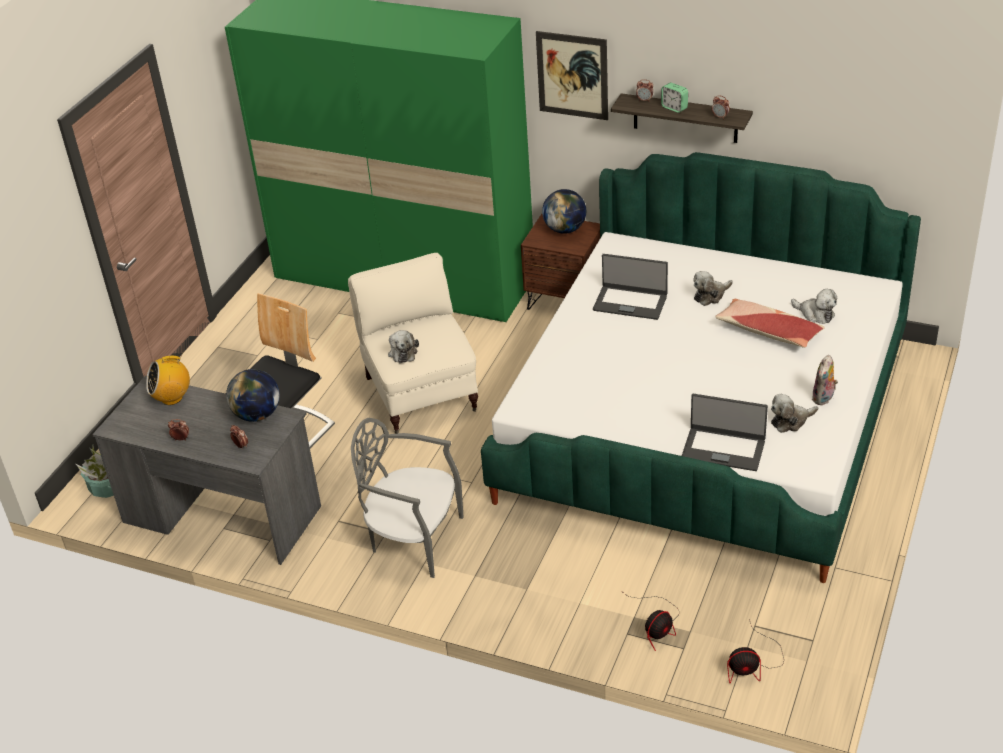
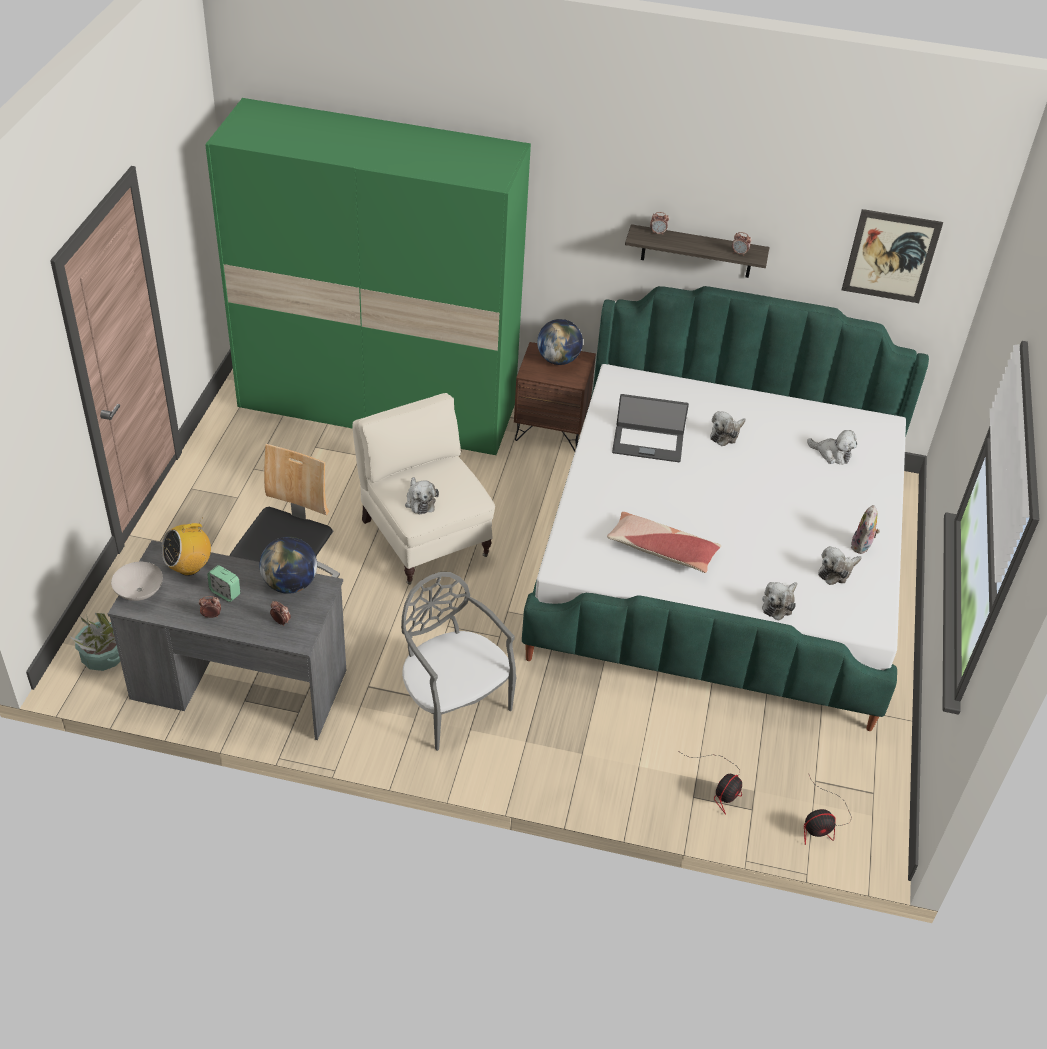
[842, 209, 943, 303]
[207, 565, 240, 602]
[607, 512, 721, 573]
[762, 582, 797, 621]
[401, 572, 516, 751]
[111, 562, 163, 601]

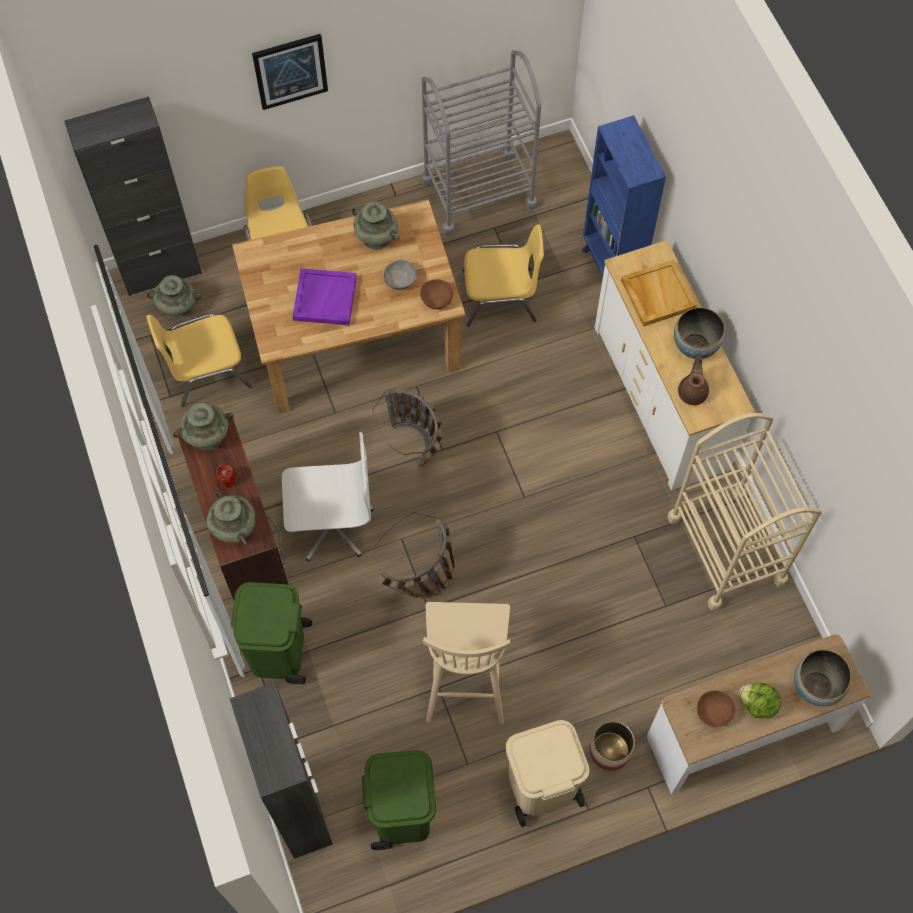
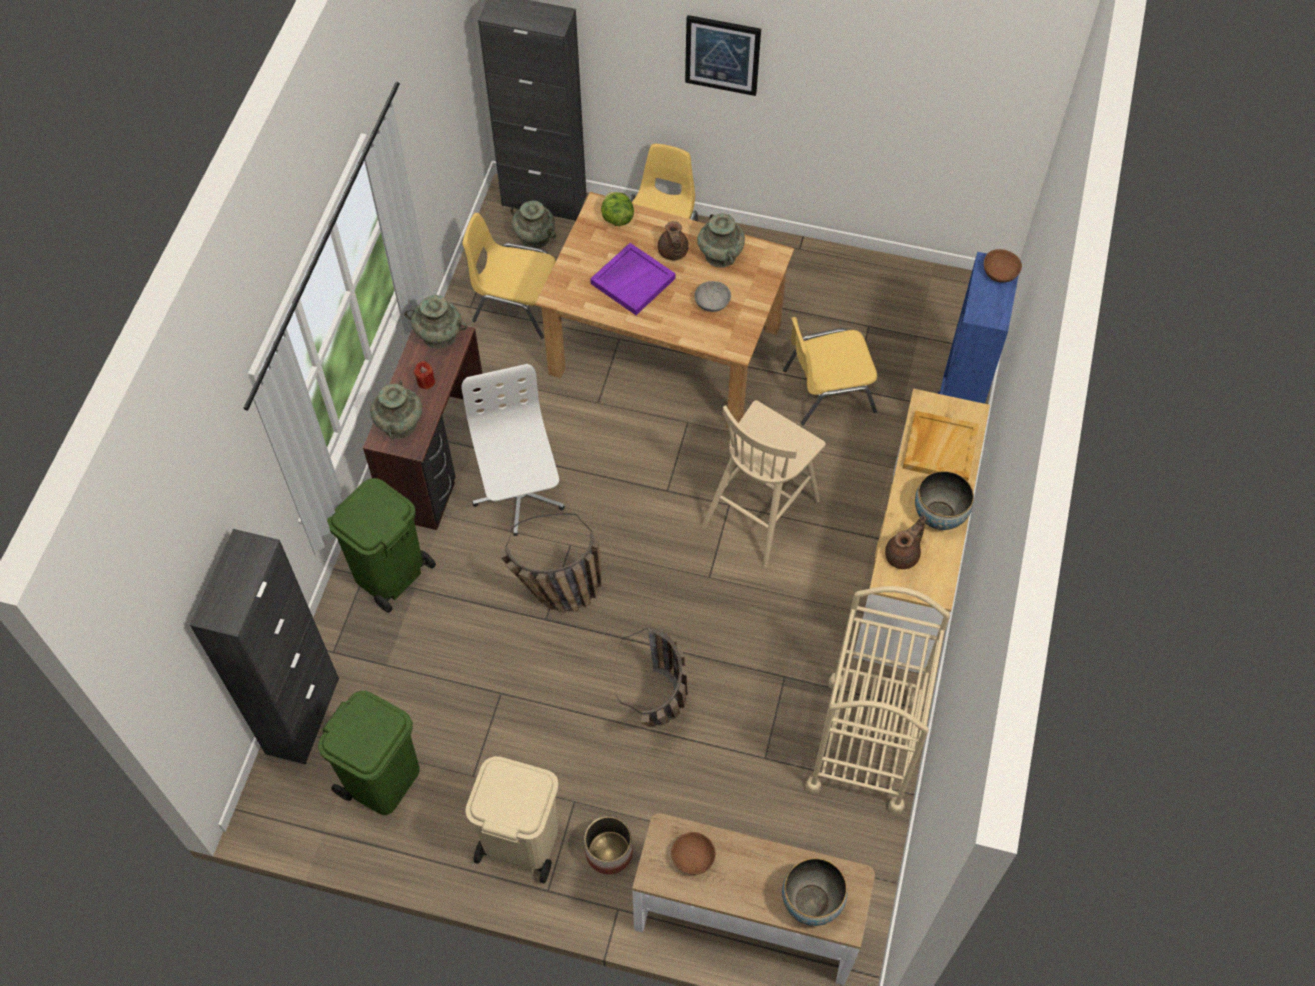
[421, 50, 541, 236] (first image)
[783, 317, 877, 425]
[984, 249, 1022, 283]
[614, 627, 688, 727]
[461, 364, 565, 536]
[702, 400, 826, 568]
[601, 192, 634, 226]
[658, 221, 689, 260]

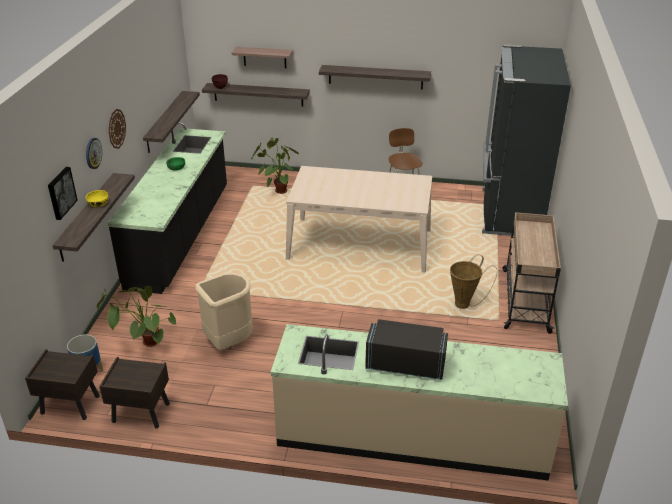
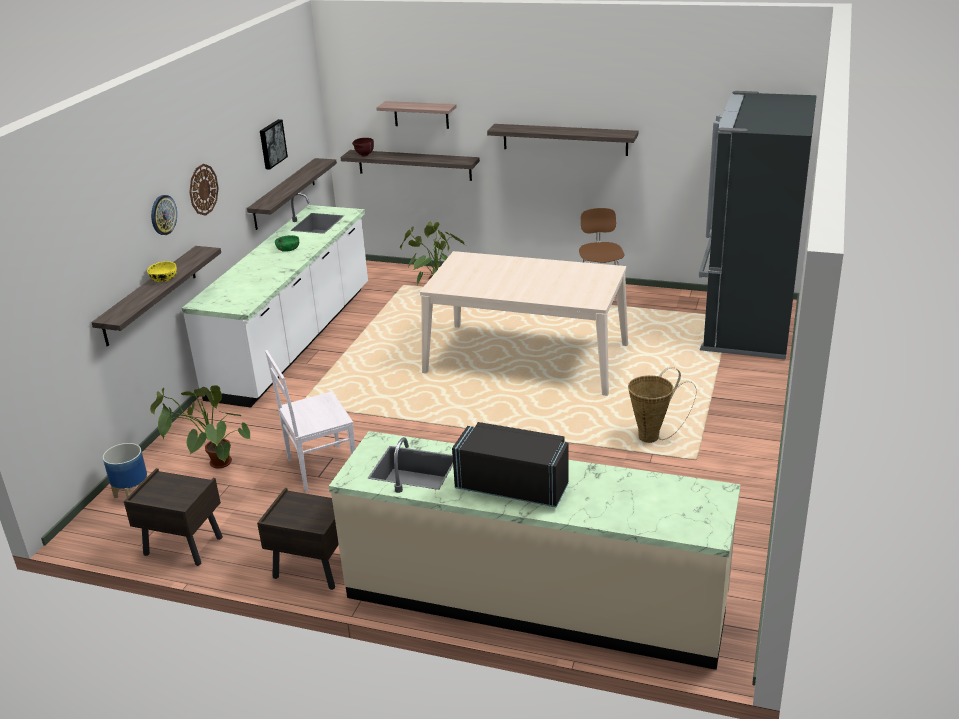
[182, 193, 368, 408]
[260, 119, 288, 169]
[503, 212, 561, 334] (first image)
[265, 350, 355, 492]
[257, 488, 339, 590]

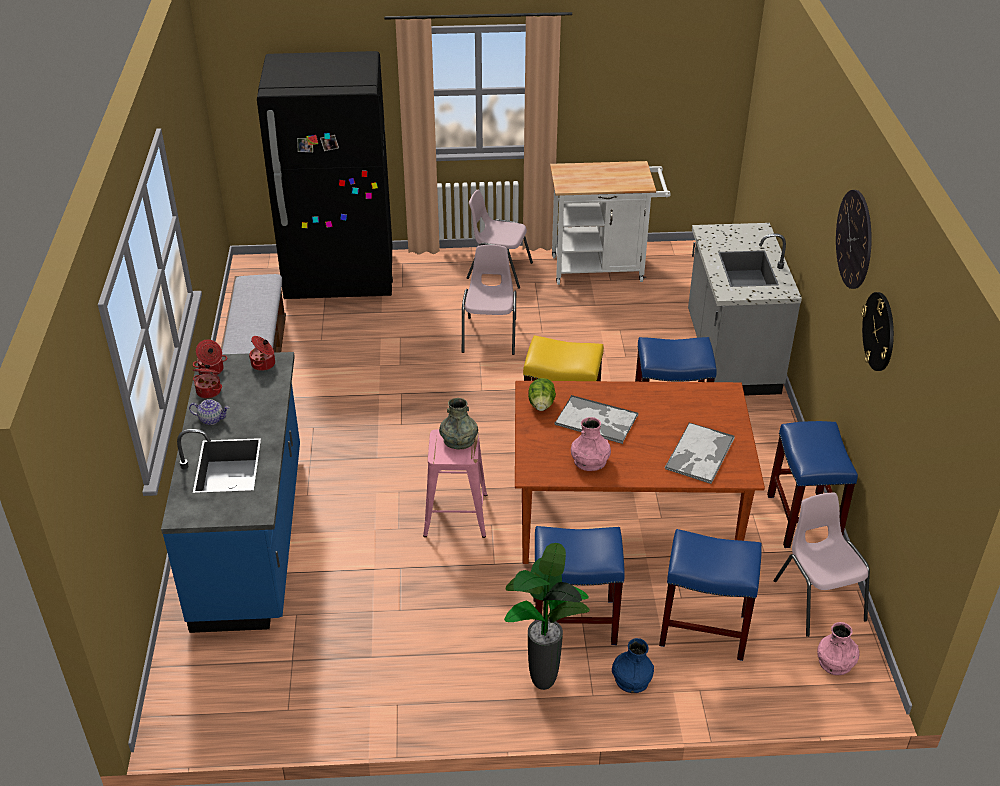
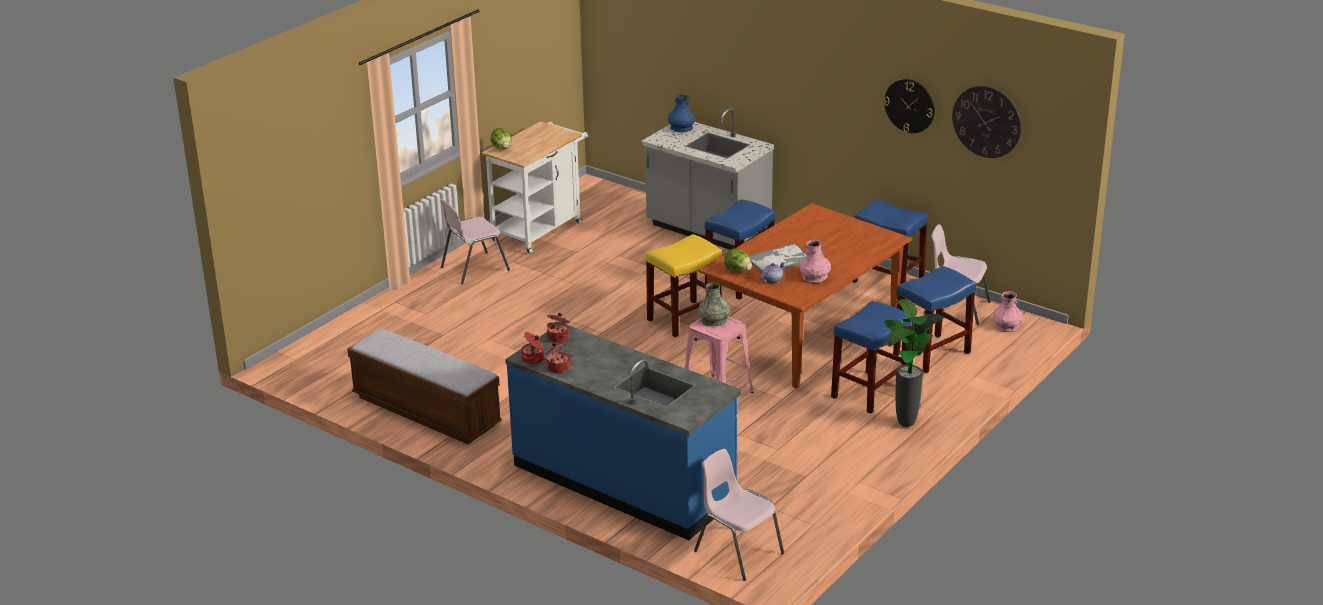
[257, 51, 393, 299] (first image)
[952, 86, 1021, 158]
[694, 449, 784, 581]
[761, 262, 785, 284]
[665, 422, 735, 484] (first image)
[668, 95, 695, 132]
[490, 128, 512, 150]

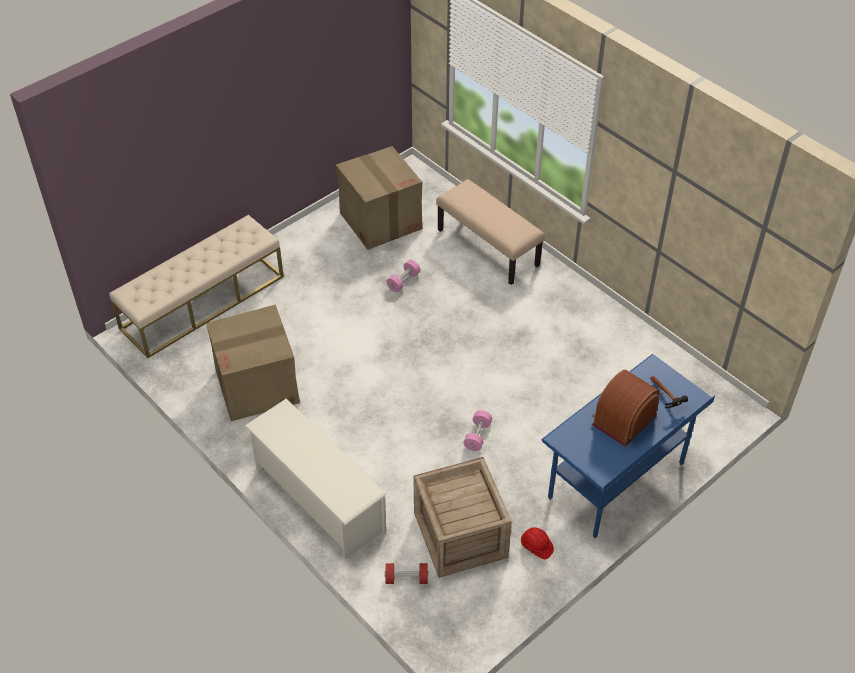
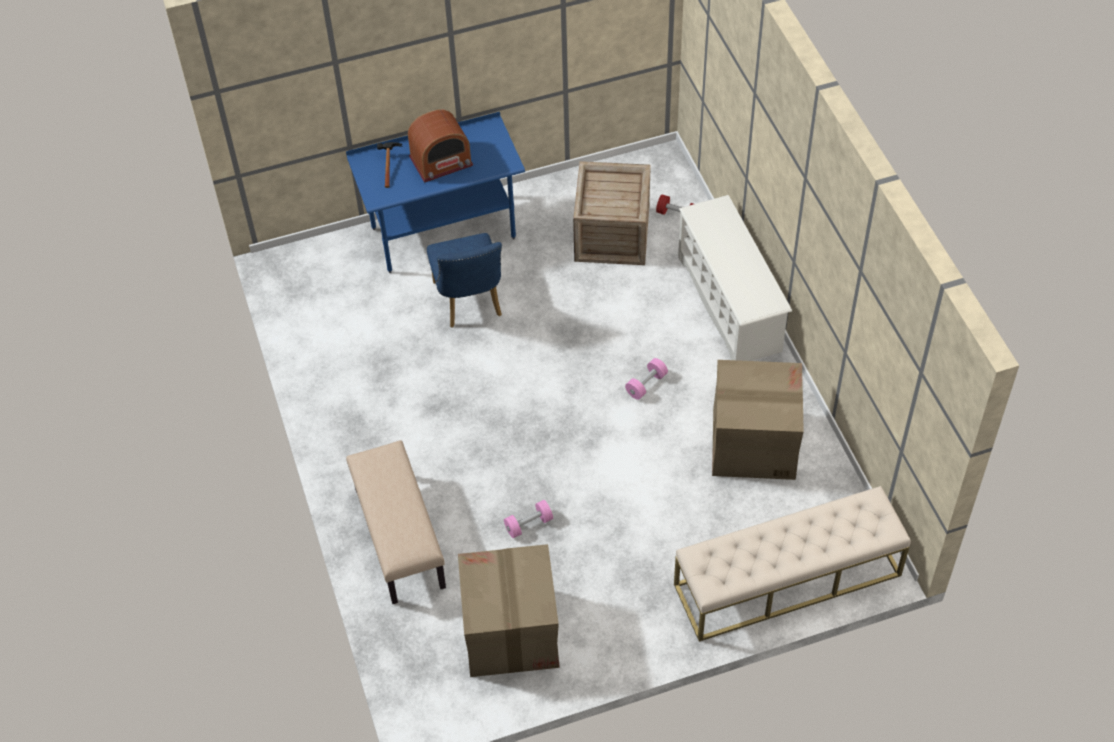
[625, 358, 668, 400]
[521, 527, 554, 559] (first image)
[427, 233, 502, 327]

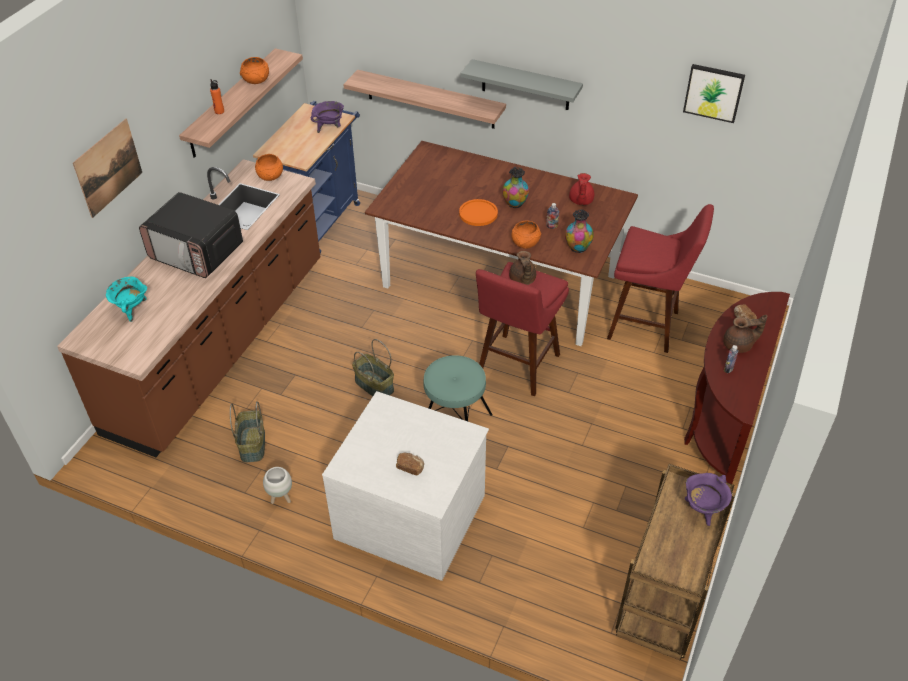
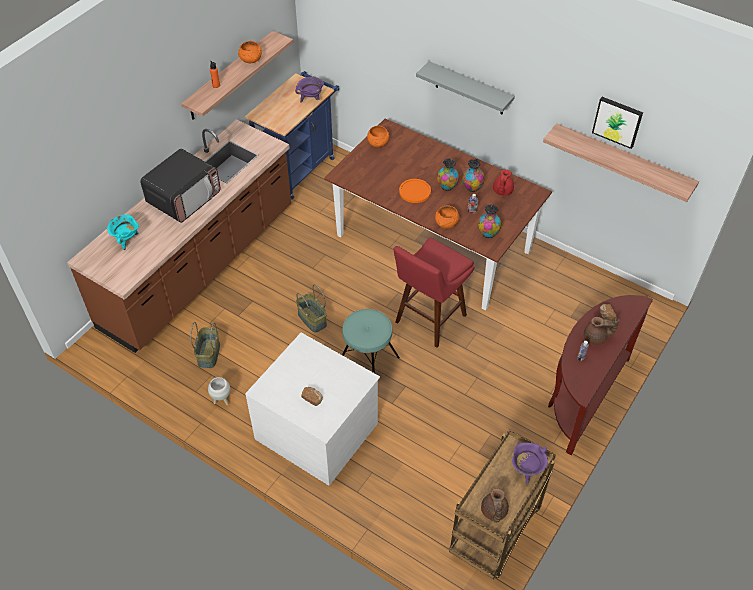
[543, 123, 699, 202]
[73, 119, 142, 218] (first image)
[367, 126, 389, 147]
[140, 149, 221, 223]
[607, 204, 714, 353] (first image)
[481, 488, 509, 523]
[462, 159, 485, 192]

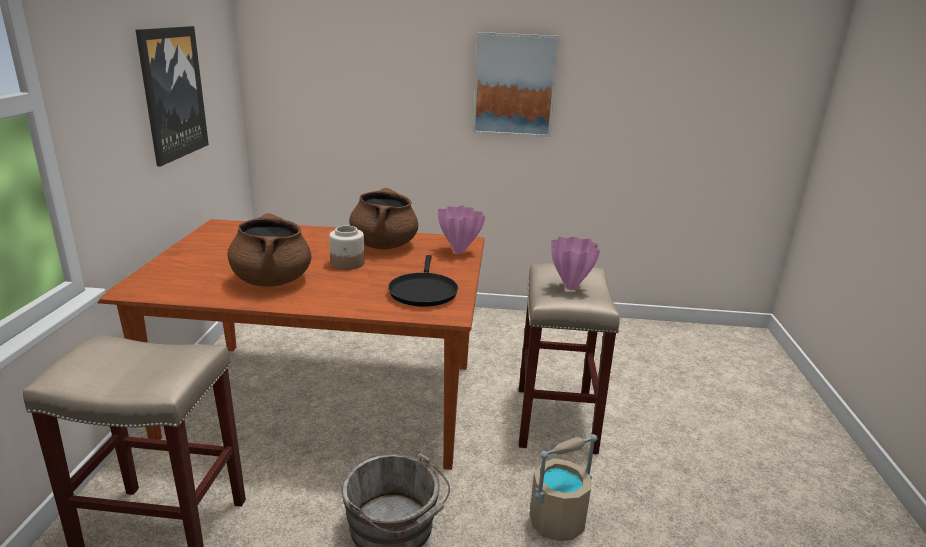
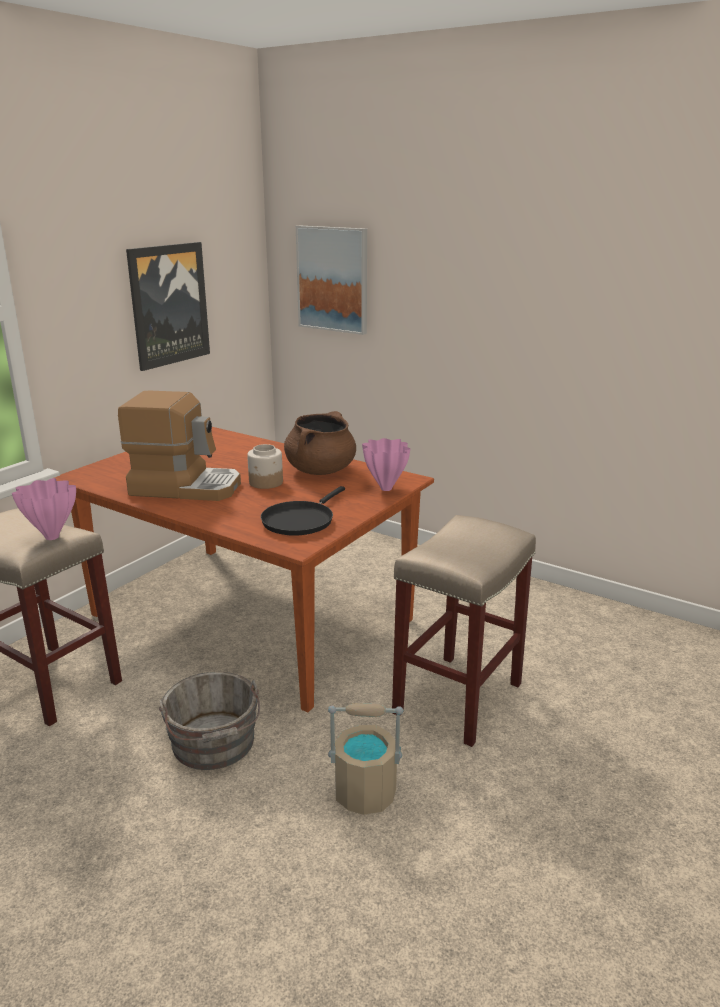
[296, 226, 367, 335]
[118, 391, 241, 501]
[12, 478, 76, 540]

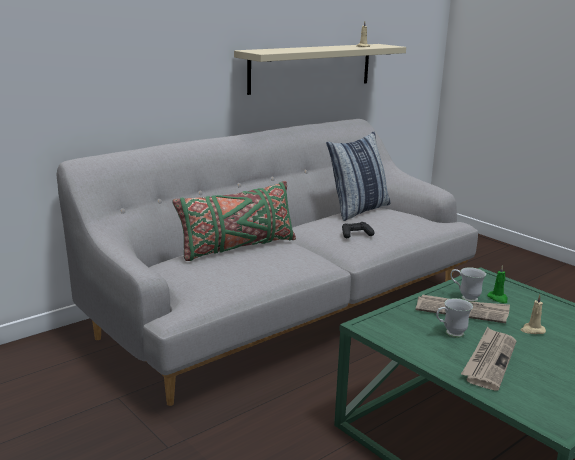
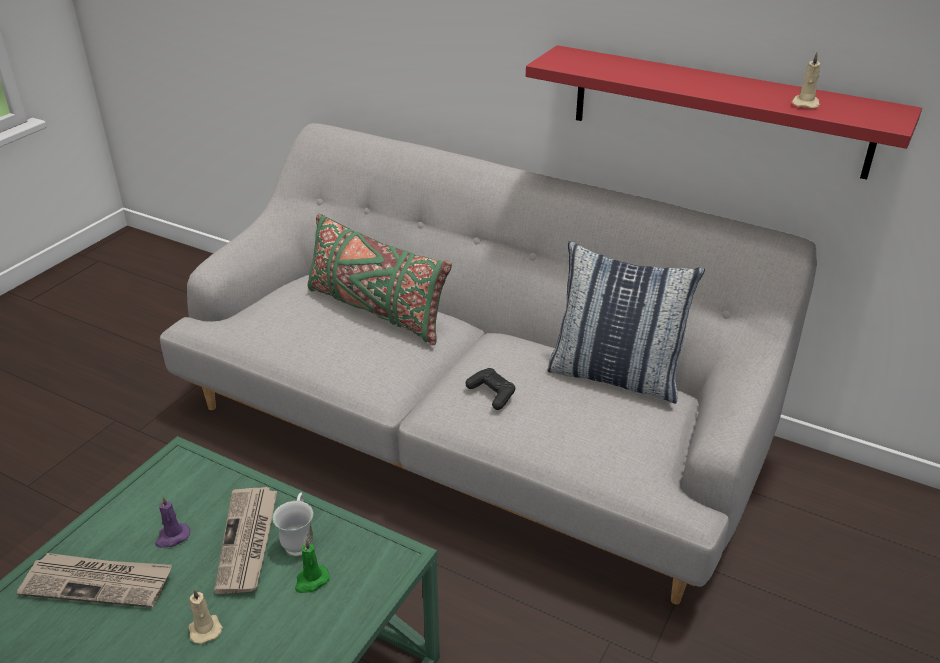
[526, 45, 922, 180]
[155, 496, 190, 548]

